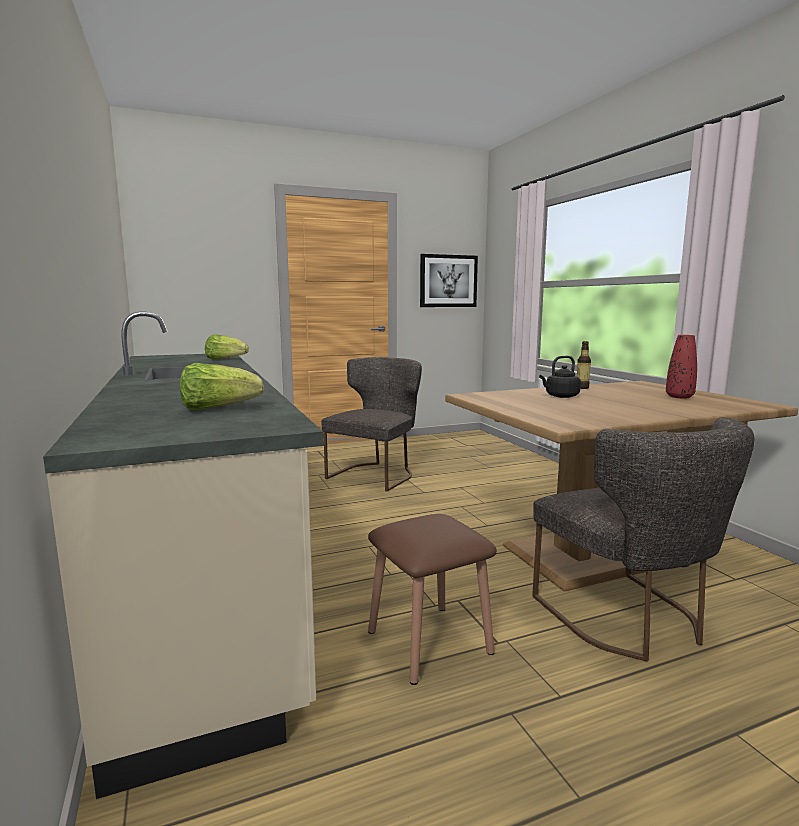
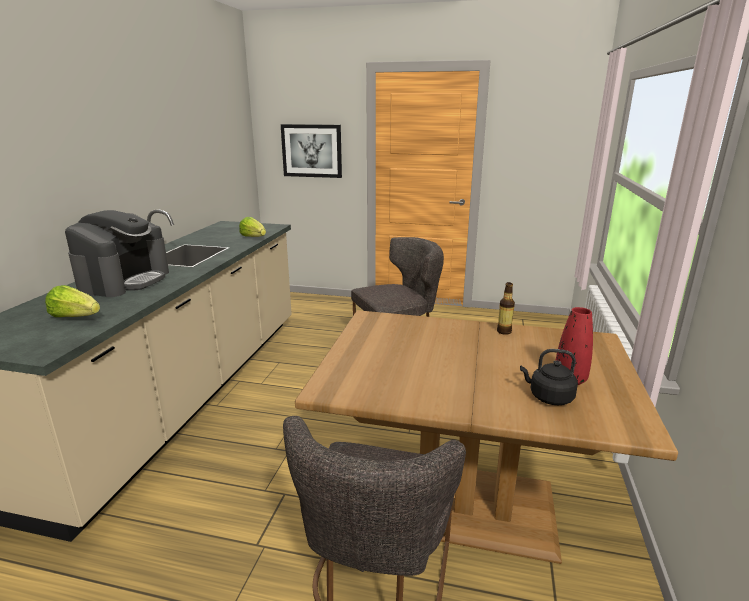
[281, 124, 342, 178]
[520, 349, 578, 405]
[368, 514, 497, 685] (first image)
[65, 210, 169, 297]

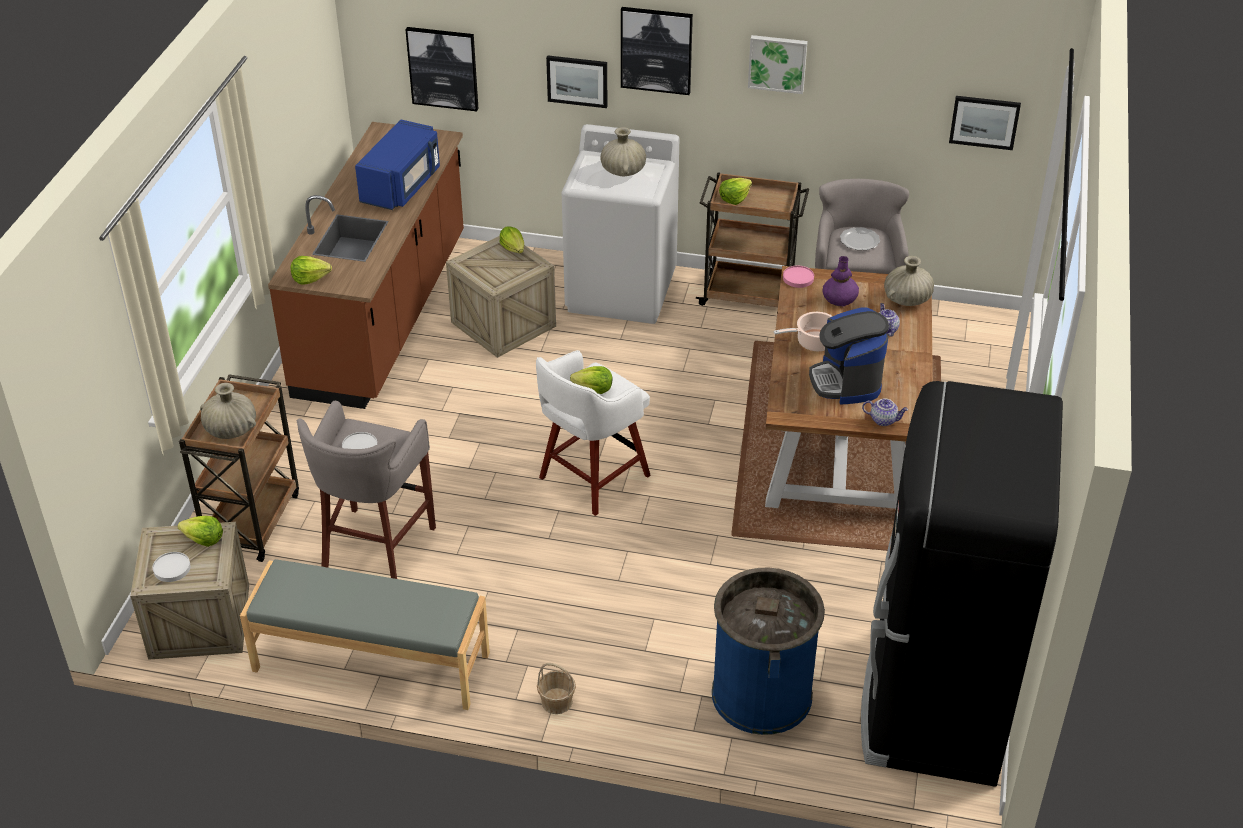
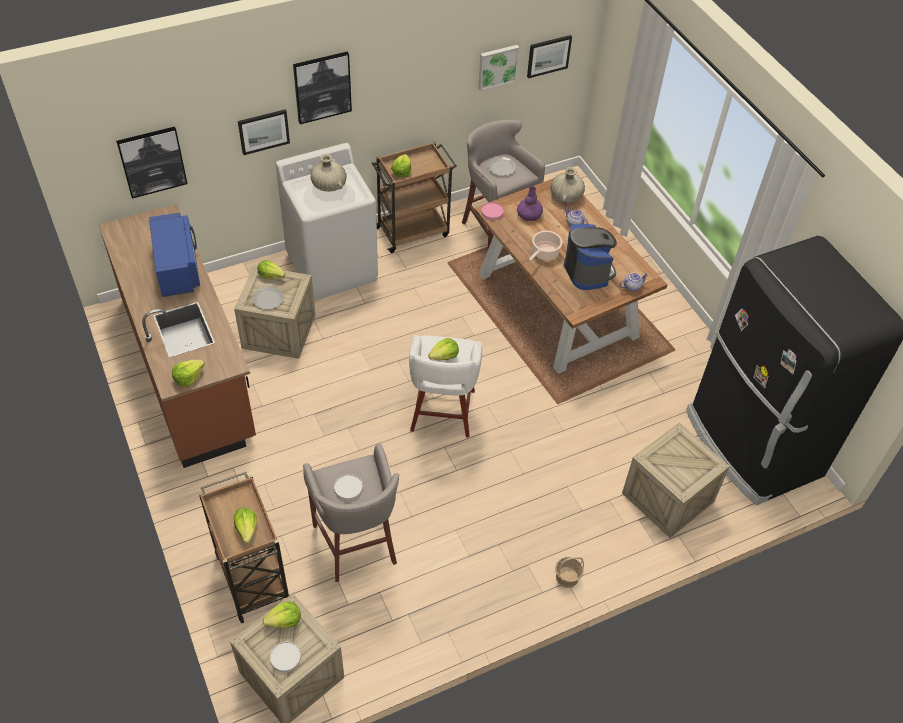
[478, 45, 520, 91]
[564, 224, 617, 290]
[234, 508, 257, 543]
[240, 559, 490, 710] (first image)
[622, 423, 730, 538]
[253, 286, 284, 309]

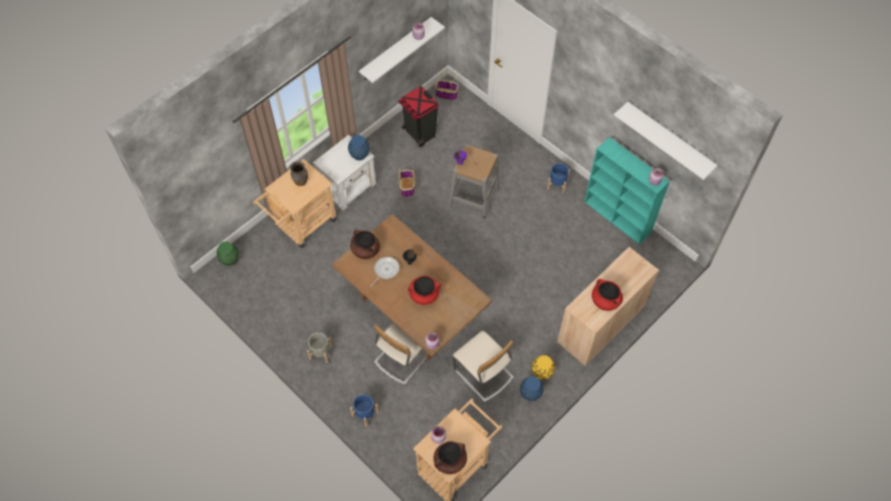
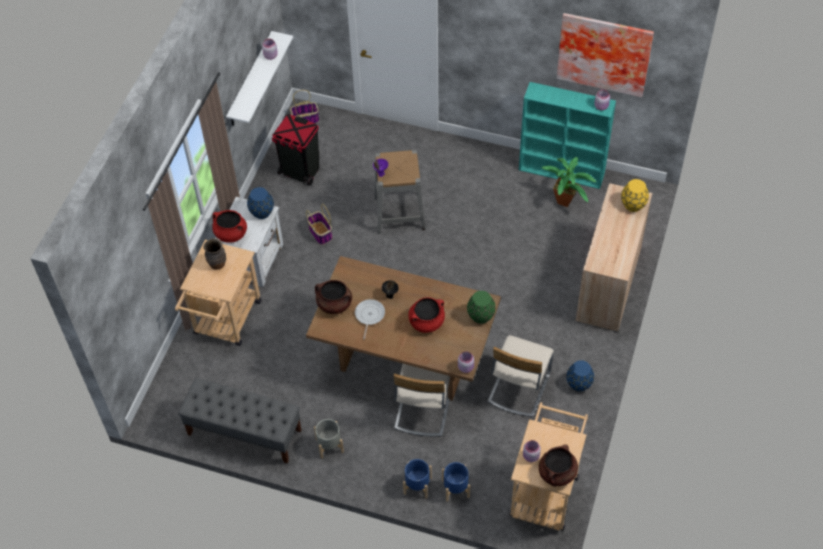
[557, 13, 654, 97]
[442, 462, 470, 502]
[467, 291, 496, 324]
[212, 210, 247, 243]
[488, 335, 554, 417]
[621, 179, 649, 212]
[541, 157, 596, 207]
[178, 378, 301, 464]

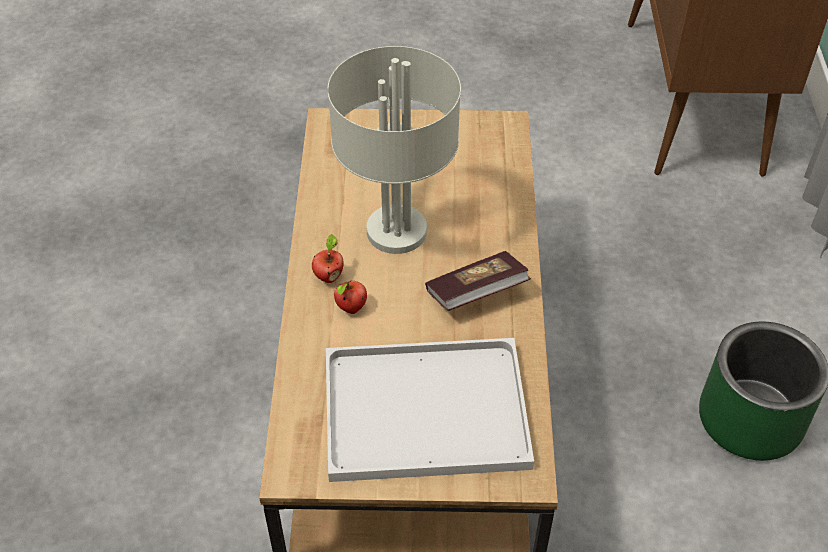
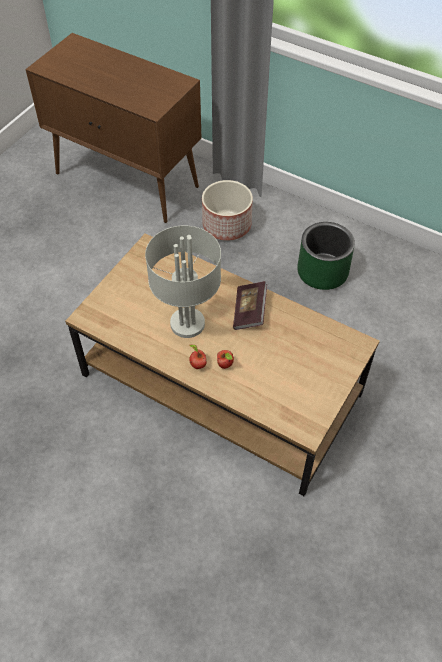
[326, 338, 534, 482] (first image)
[202, 180, 253, 241]

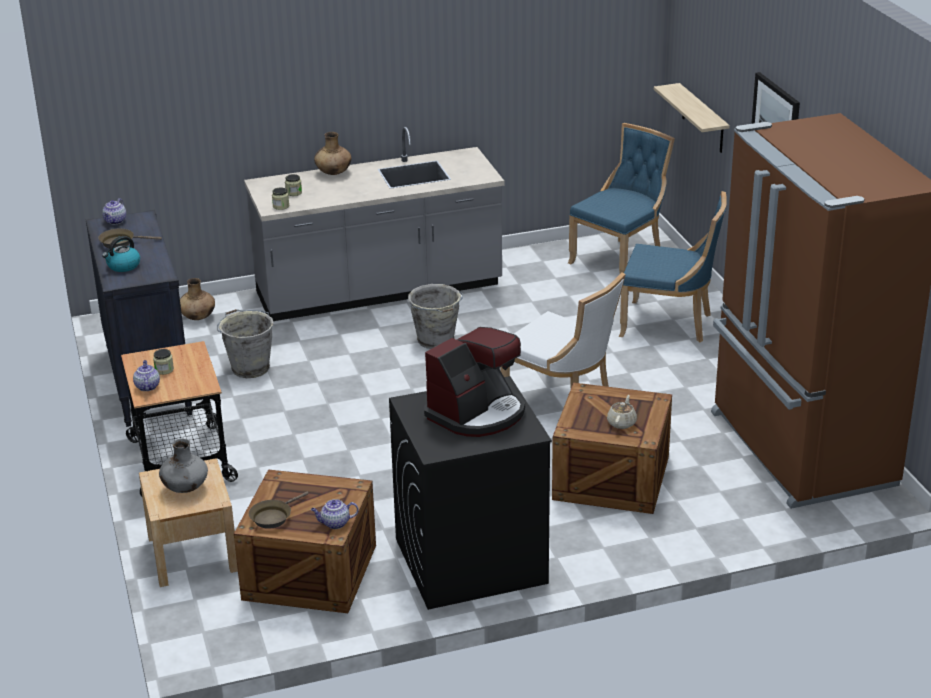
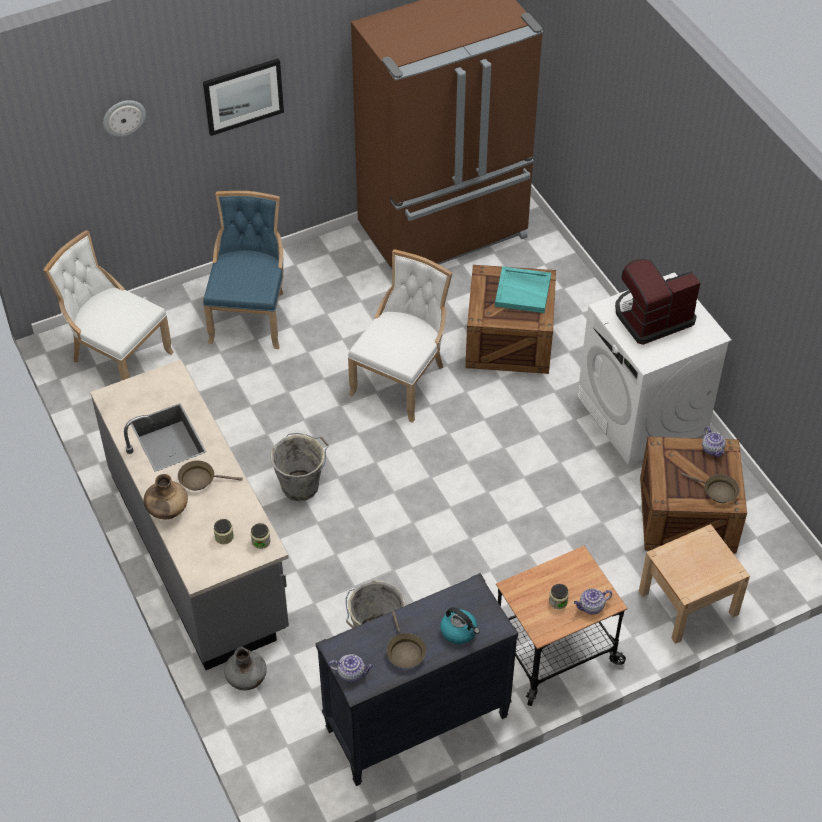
[654, 83, 730, 153] (first image)
[43, 230, 174, 381]
[180, 278, 215, 320] (first image)
[615, 259, 700, 345]
[577, 272, 732, 466]
[495, 266, 551, 313]
[224, 647, 267, 691]
[103, 100, 146, 137]
[178, 460, 243, 491]

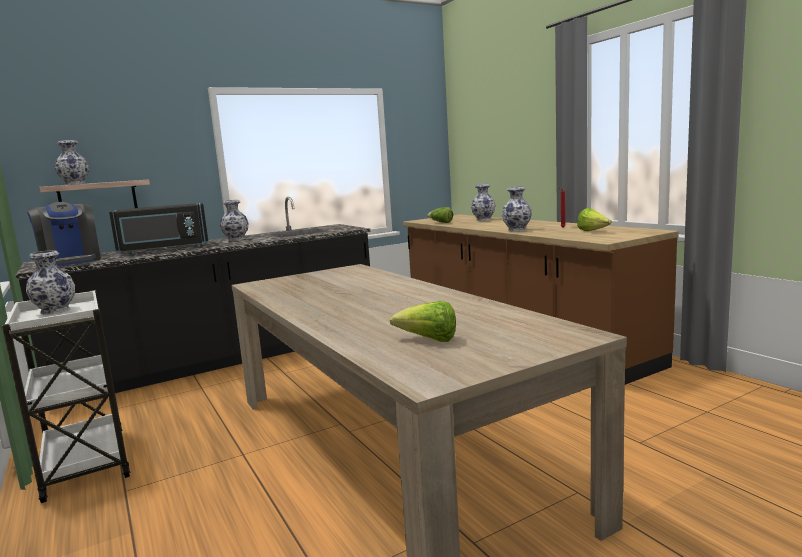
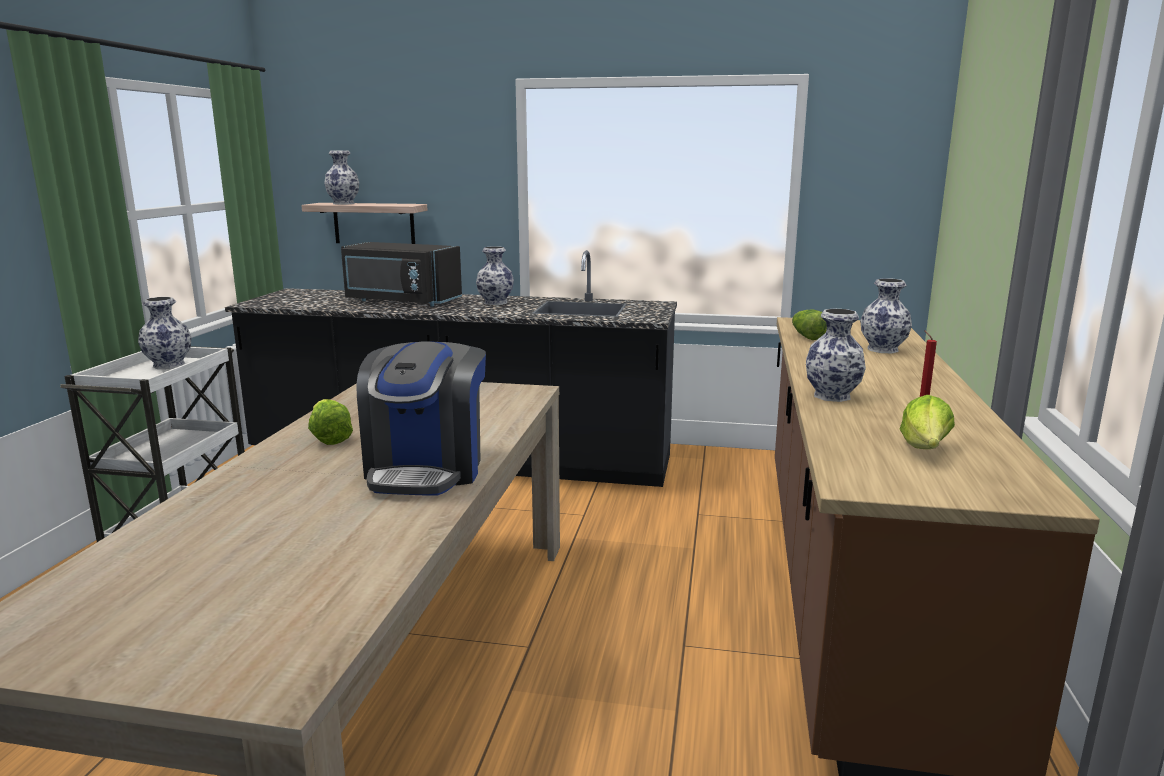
[356, 341, 486, 496]
[308, 399, 353, 445]

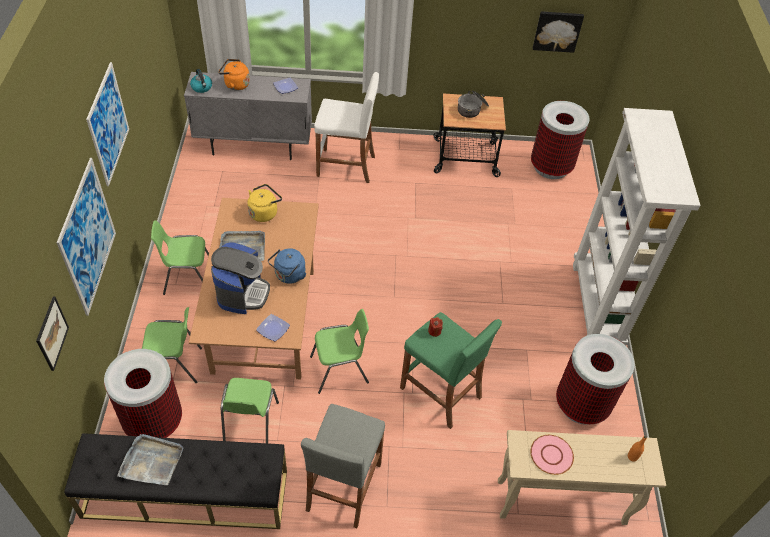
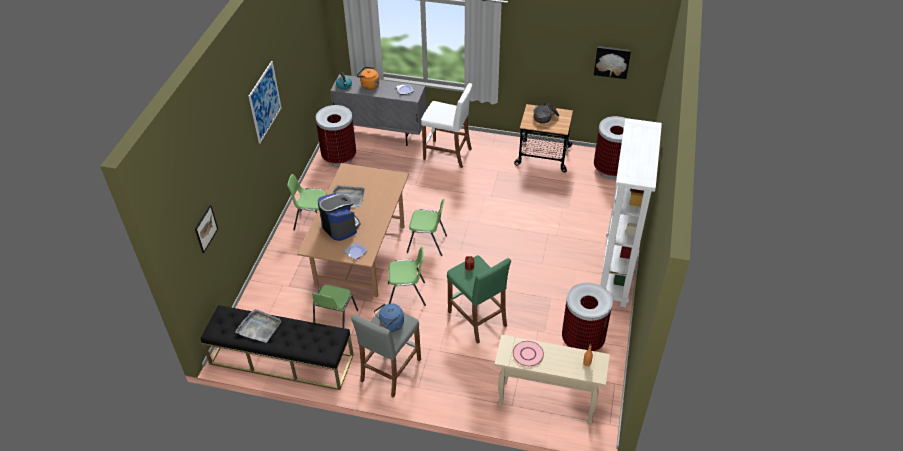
[57, 158, 116, 316] (first image)
[248, 184, 282, 222] (first image)
[318, 193, 361, 241]
[374, 303, 404, 332]
[406, 199, 447, 256]
[315, 105, 356, 167]

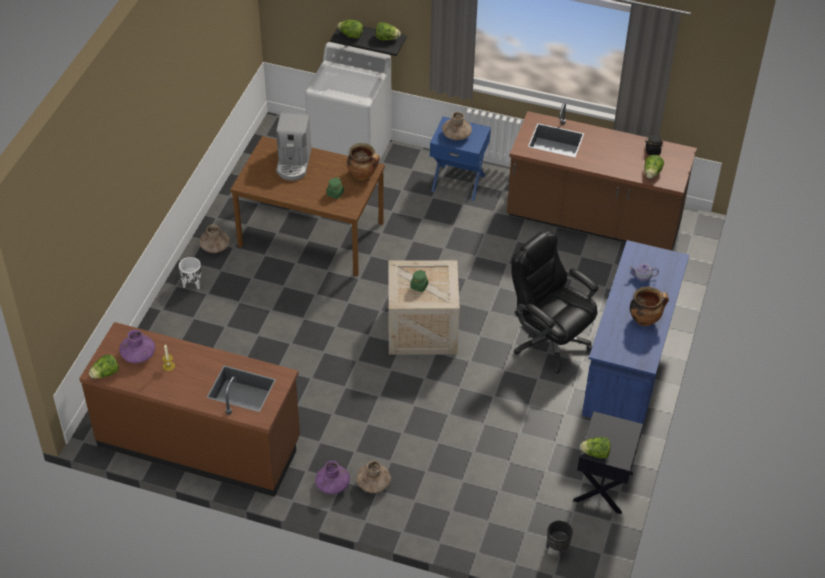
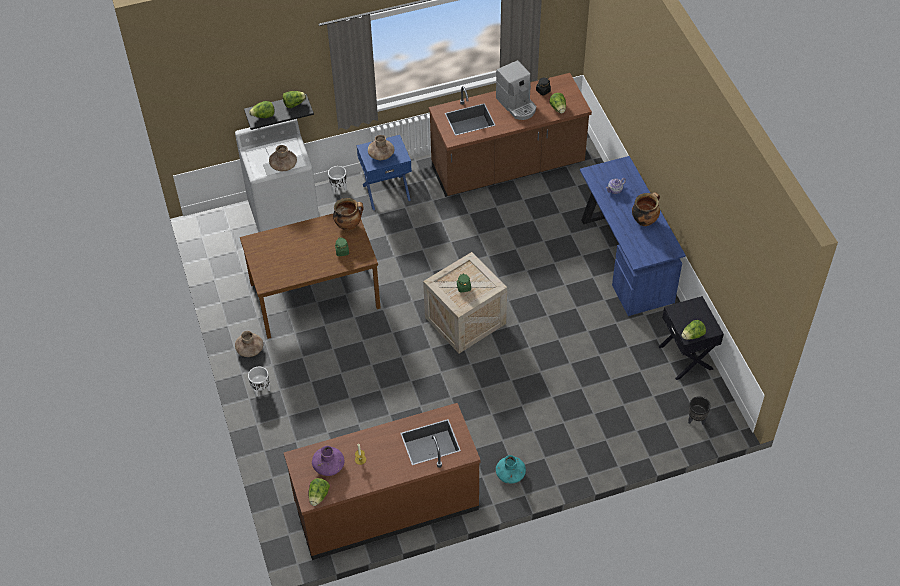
[496, 60, 536, 120]
[511, 229, 598, 374] (first image)
[496, 455, 526, 484]
[269, 145, 297, 171]
[328, 166, 347, 193]

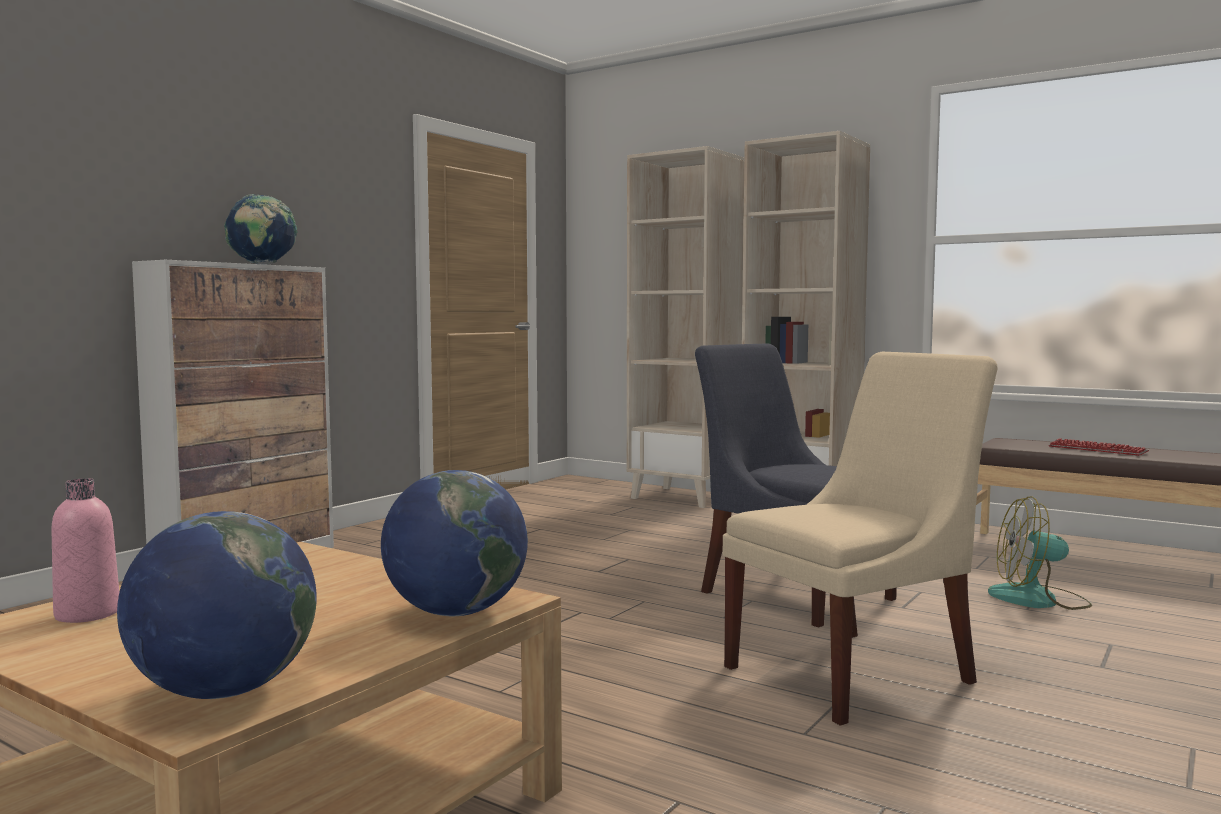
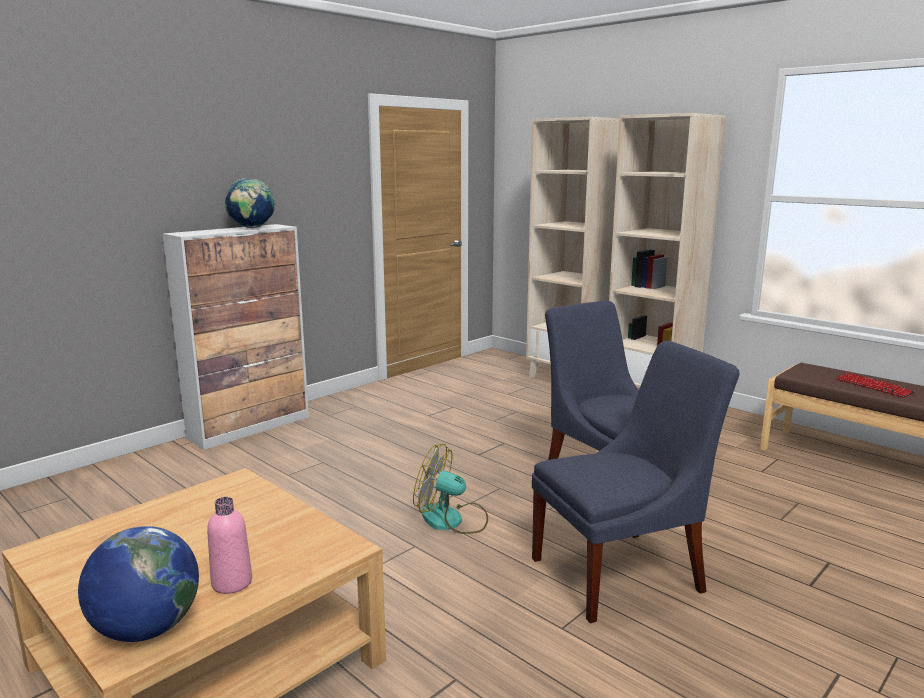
[532, 341, 739, 623]
[381, 470, 528, 616] (first image)
[207, 497, 252, 594]
[413, 444, 488, 534]

